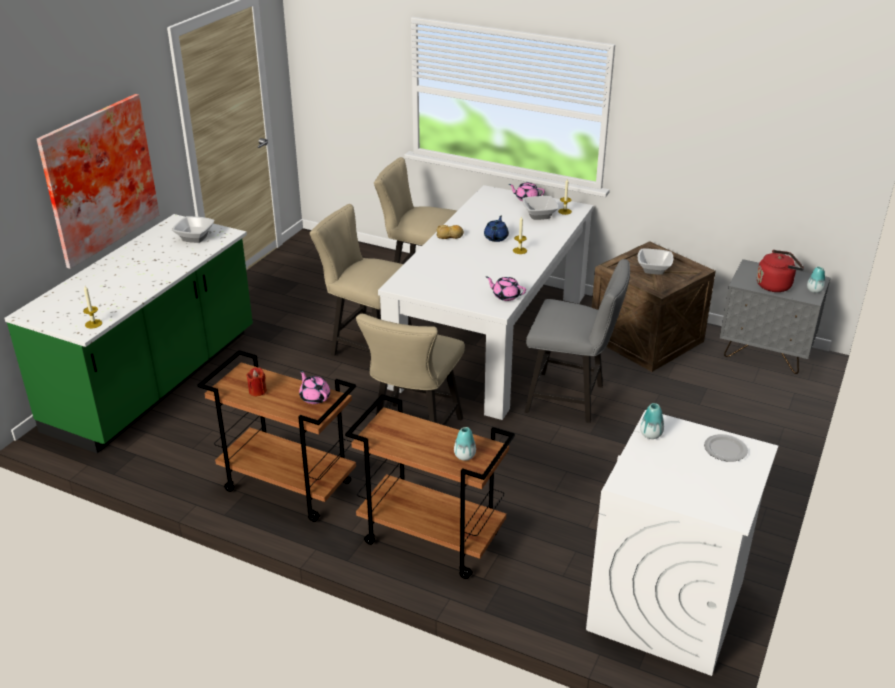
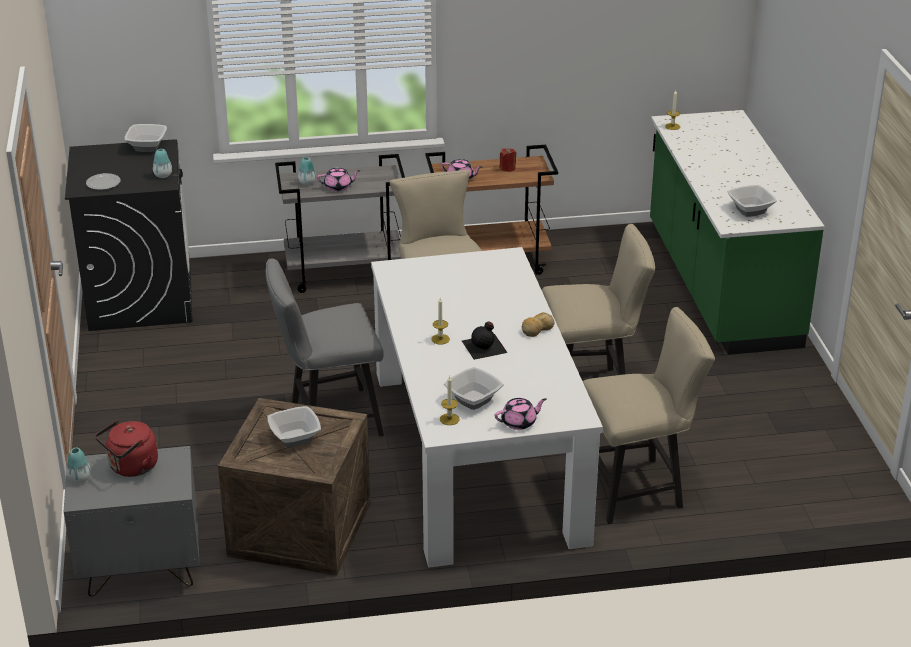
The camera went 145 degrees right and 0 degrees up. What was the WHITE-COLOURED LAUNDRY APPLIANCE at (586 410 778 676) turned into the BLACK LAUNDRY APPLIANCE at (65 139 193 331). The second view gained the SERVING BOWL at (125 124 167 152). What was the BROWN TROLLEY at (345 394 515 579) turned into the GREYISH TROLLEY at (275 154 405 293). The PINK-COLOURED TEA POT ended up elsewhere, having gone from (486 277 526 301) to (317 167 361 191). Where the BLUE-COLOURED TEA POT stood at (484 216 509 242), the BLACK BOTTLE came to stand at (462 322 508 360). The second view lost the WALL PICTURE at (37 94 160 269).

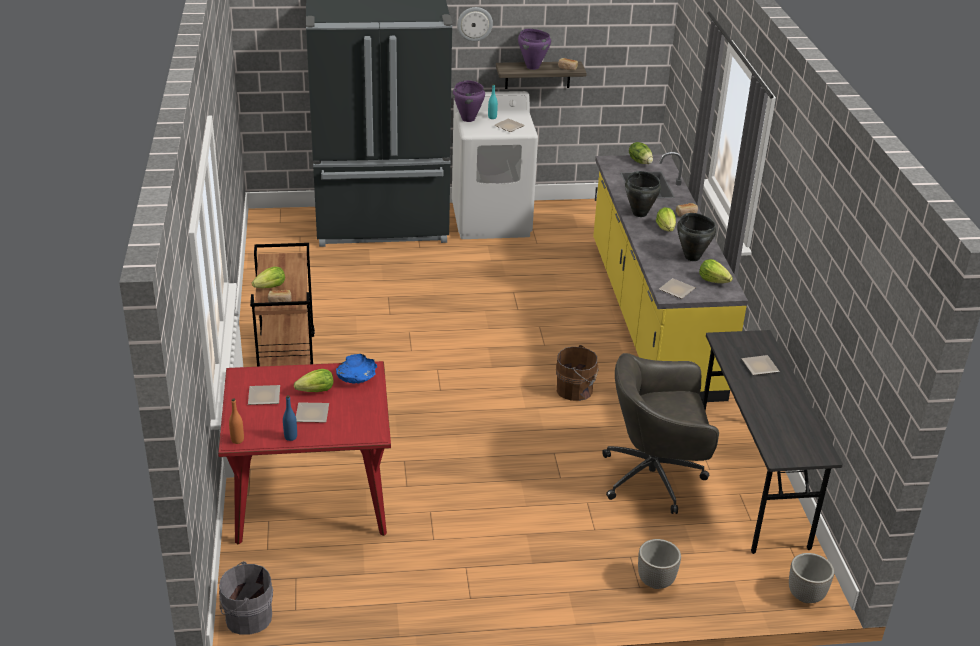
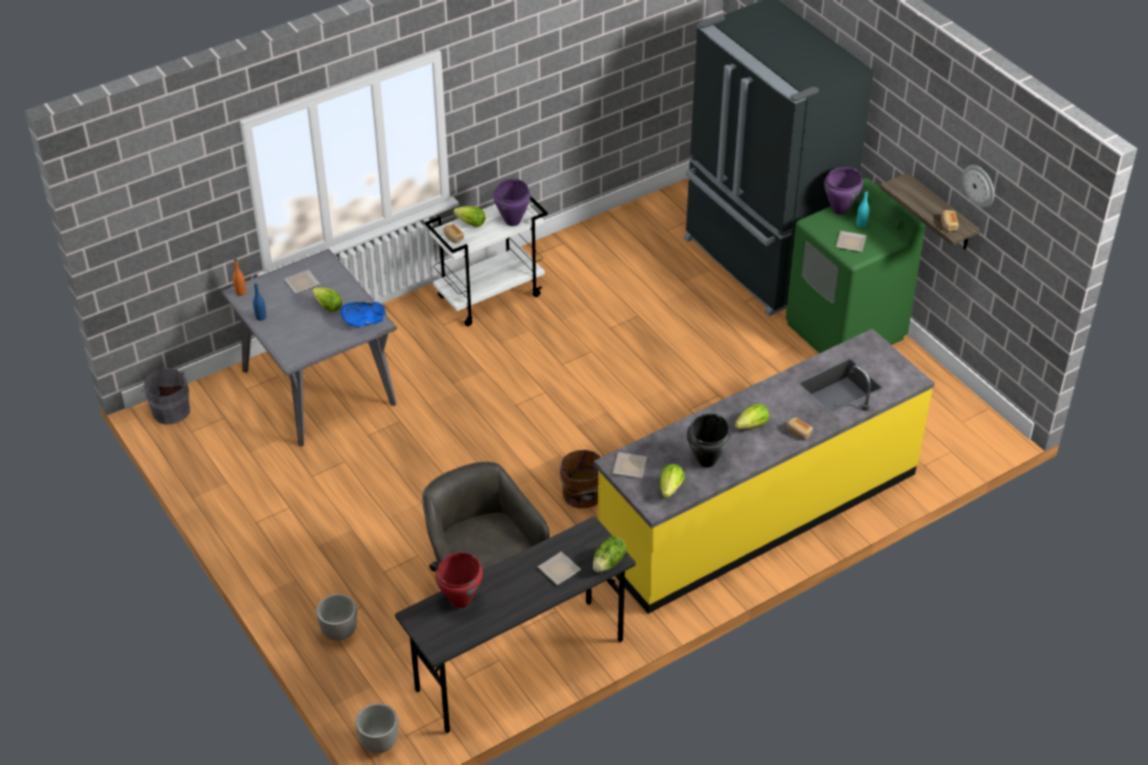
The camera went 65 degrees right and 10 degrees up. What was the REDDISH DINING TABLE at (218 361 391 544) turned into the GREYISH DINING TABLE at (222 249 397 446). What was the BROWN TROLLEY at (250 243 315 367) turned into the WHITE-COLOURED TROLLEY at (424 197 548 326). The second view gained the REDDISH STOCKPOT at (435 552 483 608). The PURPLISH STOCKPOT ended up elsewhere, having gone from (518 29 551 70) to (493 179 531 226). The HEAD OF LETTUCE ended up elsewhere, having gone from (629 142 653 164) to (593 536 626 572). What was the WHITE-COLOURED LAUNDRY APPLIANCE at (452 91 538 239) turned into the GREENISH LAUNDRY APPLIANCE at (786 178 925 353). The WALL CLOCK ended up elsewhere, having gone from (457 7 493 41) to (962 165 994 208). The second view lost the FLAT DISH at (296 402 329 423). The second view lost the BLACK STOCKPOT at (625 171 661 217).

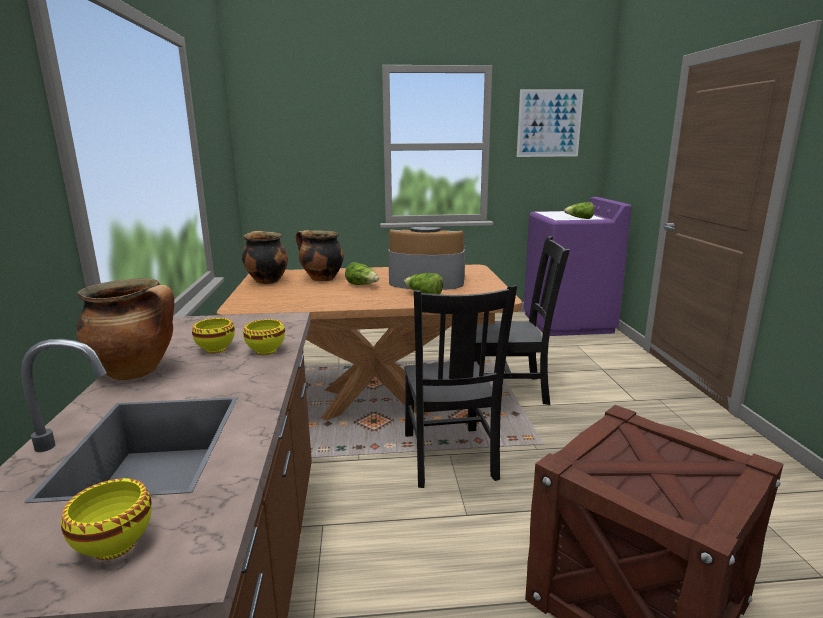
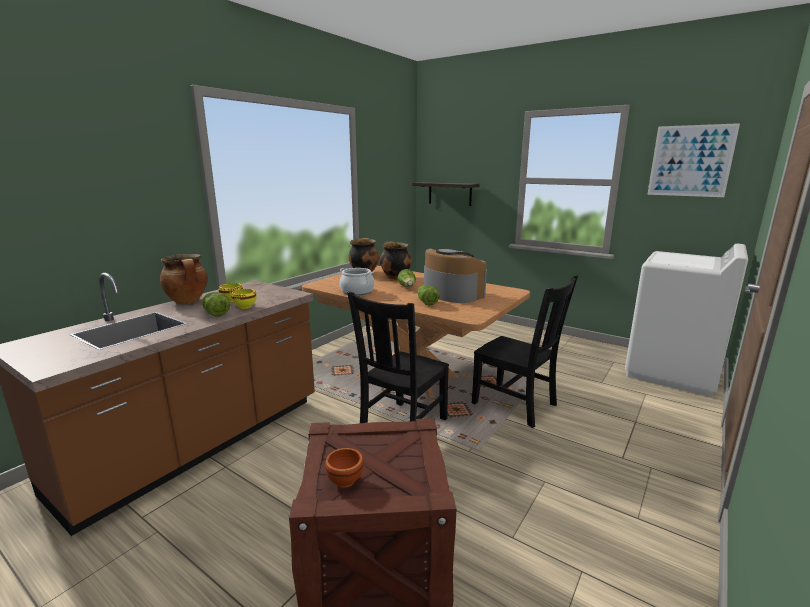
The camera went 40 degrees right and 0 degrees up. The HEAD OF LETTUCE ended up elsewhere, having gone from (564 202 594 219) to (202 292 230 317). The second view gained the BROWN SERVING BOWL at (325 448 364 488). The second view gained the STOCKPOT at (339 268 374 296). The second view gained the BRACKET SHELF at (412 182 480 206). What was the PURPLISH LAUNDRY APPLIANCE at (524 197 632 336) turned into the WHITE-COLOURED LAUNDRY APPLIANCE at (625 244 748 397). The second view lost the YELLOWISH SERVING BOWL at (61 478 152 560).

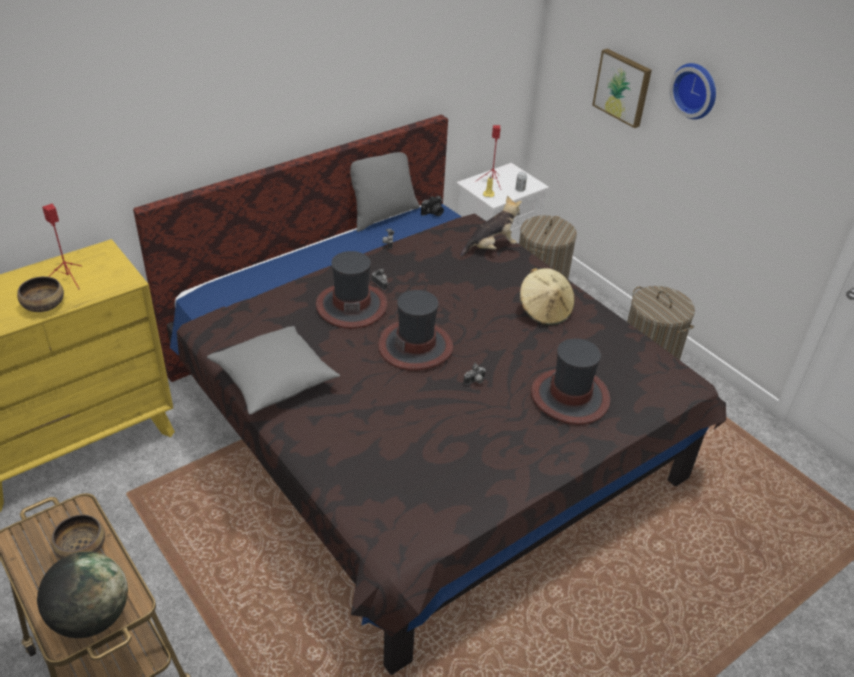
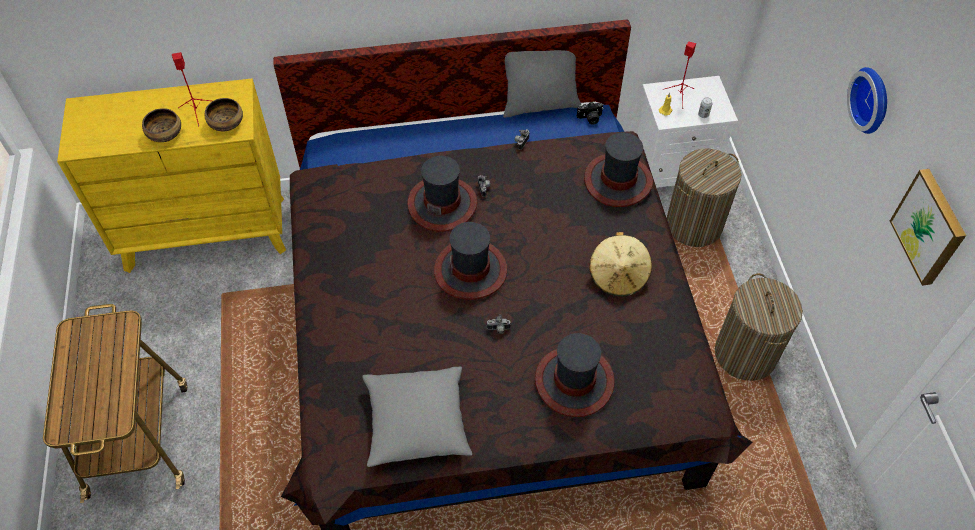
The camera went 30 degrees right and 15 degrees up. The SERVING BOWL ended up elsewhere, having gone from (51 514 105 559) to (205 98 243 131). The GREYISH CUSHION ended up elsewhere, having gone from (207 326 340 415) to (362 366 472 467). Where the CUDDLY TOY stood at (460 195 522 257), the HAT came to stand at (584 132 653 207). The WALL PICTURE ended up elsewhere, having gone from (592 49 652 128) to (890 169 966 286). The second view lost the GLOBE at (37 551 128 638).

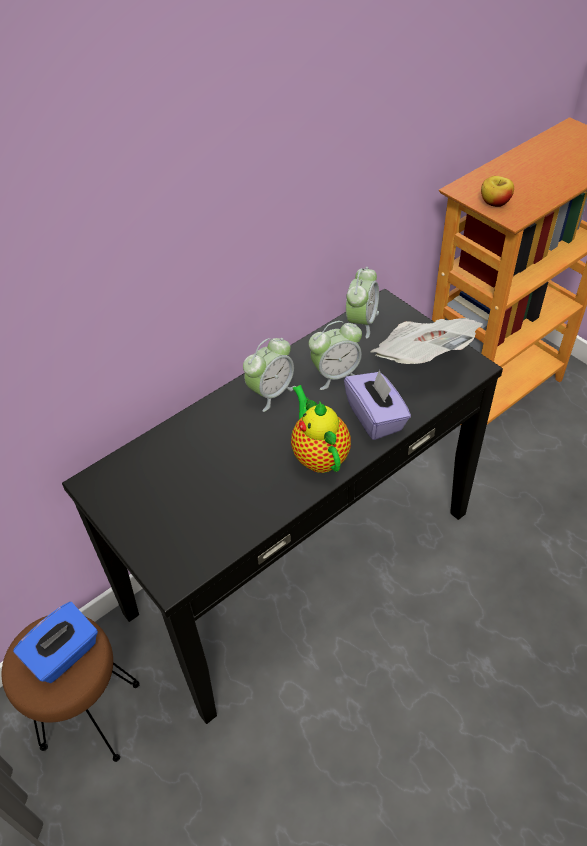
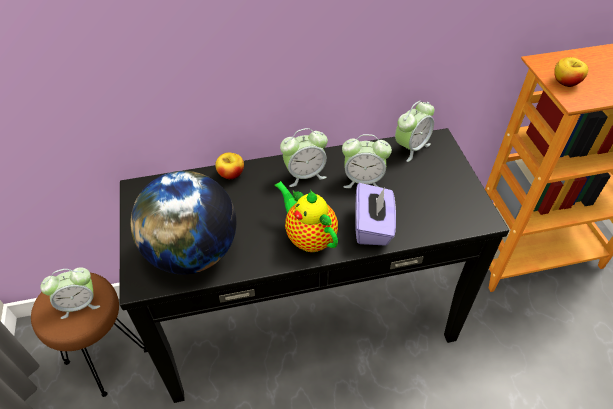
The camera went 25 degrees right and 0 degrees up. Where the BLUE-COLOURED TISSUE BOX stood at (13 602 98 683), the ALARM CLOCK came to stand at (40 267 100 319). The second view gained the GLOBE at (130 171 237 274). The second view gained the APPLE FRUIT at (215 153 244 179). The TEA POT at (291 385 351 473) ended up facing another way, 45 degrees counterclockwise from before. The second view lost the PRINTED PAPER at (371 318 483 364).

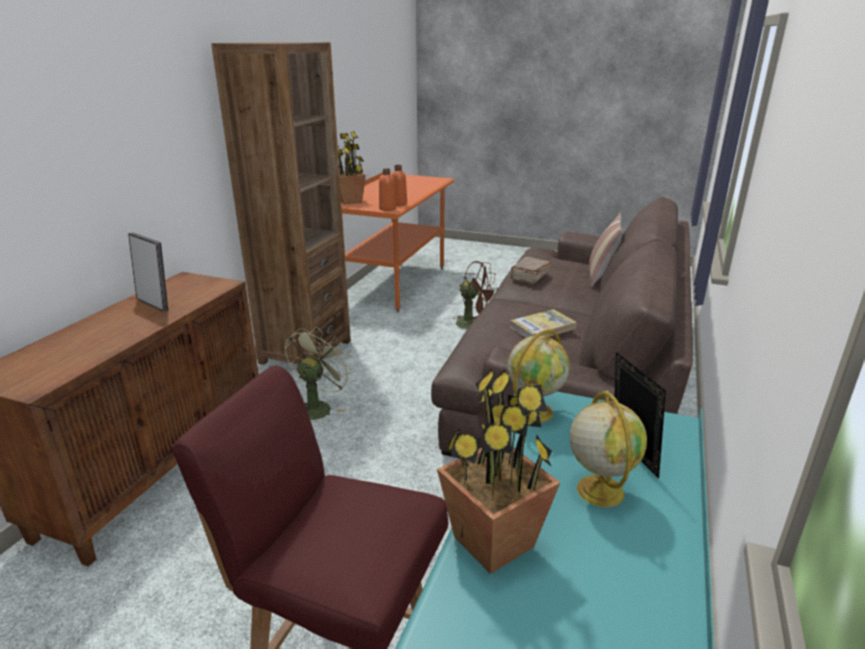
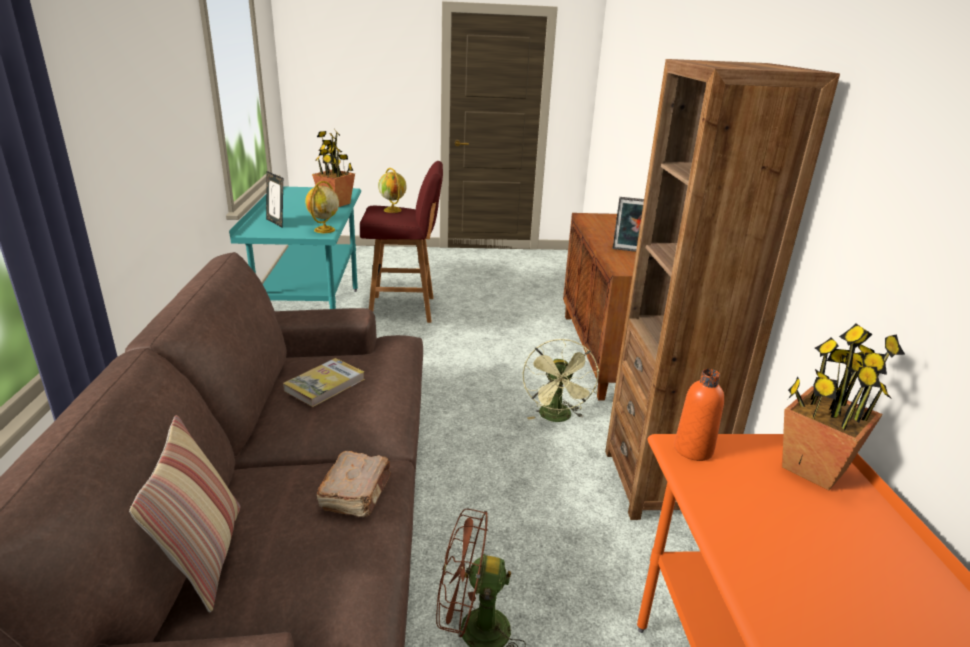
The camera went 155 degrees right and 0 degrees up. The GLOBE ended up elsewhere, having gone from (570 391 647 507) to (378 168 407 213). The second view lost the ORANGE BOTTLE at (392 165 407 206).

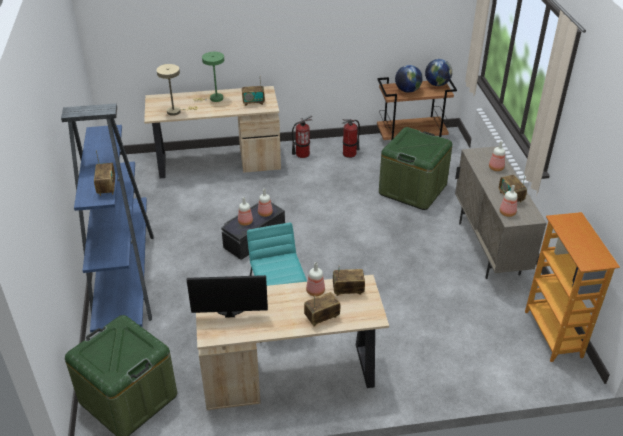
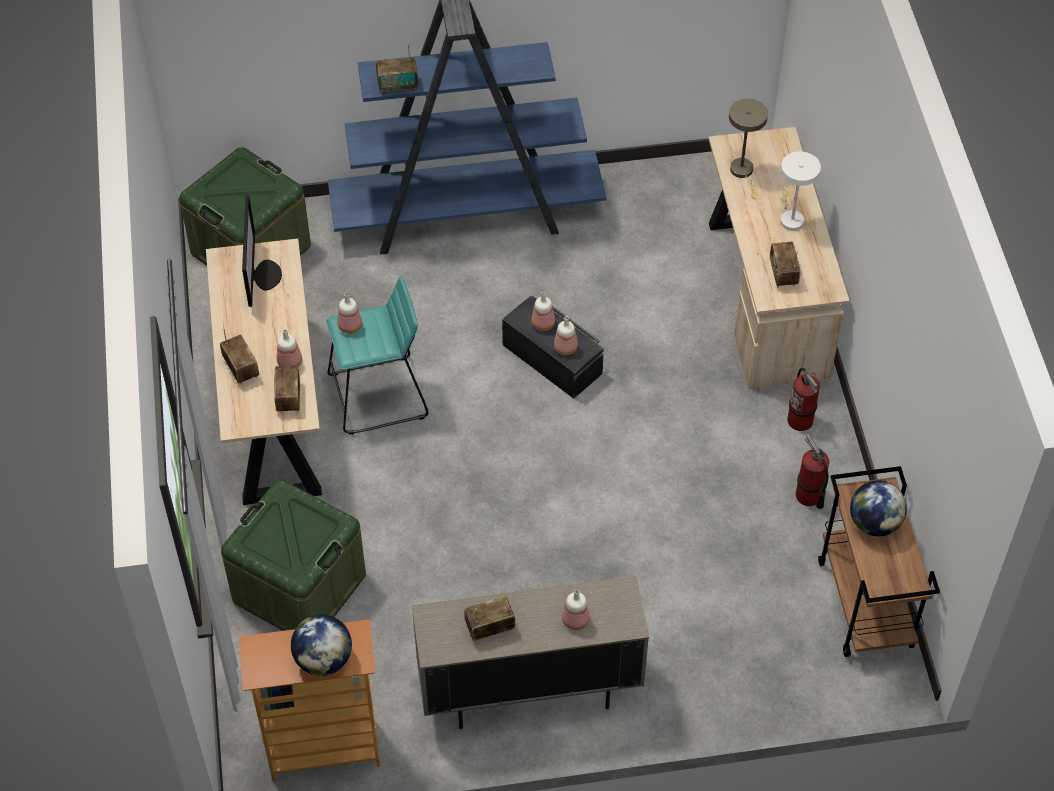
The camera went 90 degrees right and 15 degrees up. The GREENISH STORAGE CONTAINER ended up elsewhere, having gone from (379 127 453 210) to (221 480 366 631). The GLOBE ended up elsewhere, having gone from (425 59 452 86) to (291 614 352 676). The BOTTLE ended up elsewhere, having gone from (500 185 517 217) to (338 293 362 334). What was the GREENISH LAMP FOR A TABLE at (193 52 224 102) turned into the WHITE-COLOURED LAMP FOR A TABLE at (780 151 821 231).

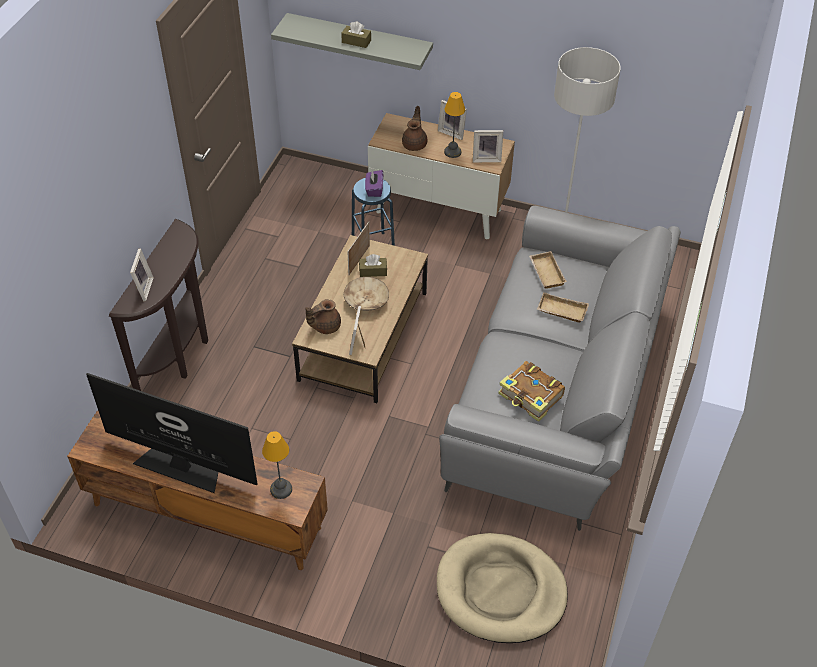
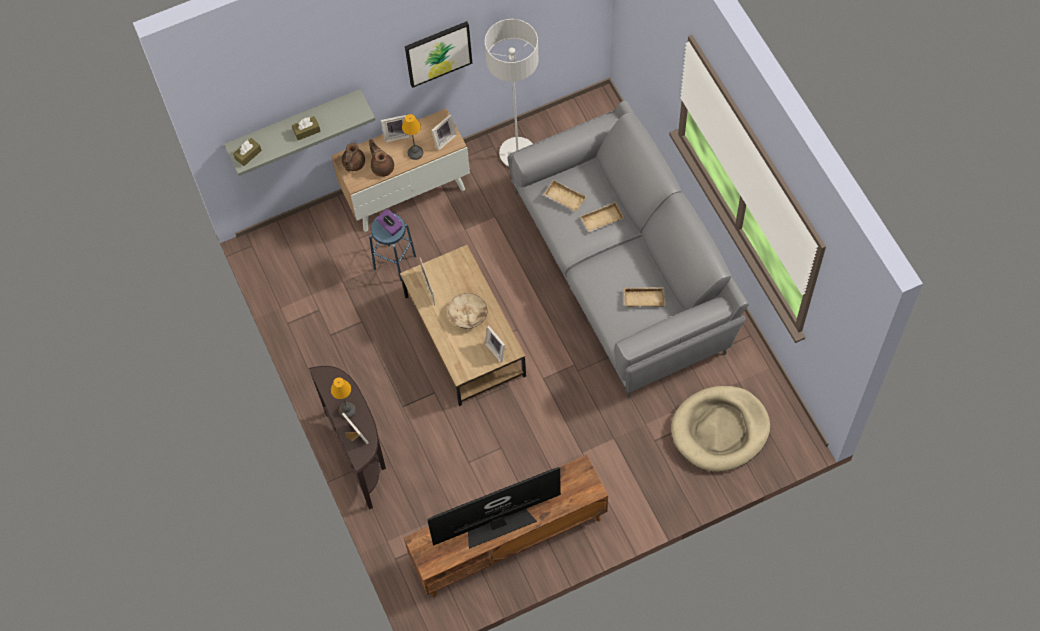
The camera went 40 degrees left and 15 degrees up. The BROWN TISSUE BOX ended up elsewhere, having gone from (359 254 387 277) to (233 138 262 166). The LAMP FOR A TABLE ended up elsewhere, having gone from (262 431 292 499) to (330 377 356 418). The BROWN TEA POT ended up elsewhere, having gone from (306 299 341 334) to (342 143 365 171). The second view gained the WALL PICTURE at (405 21 472 88). Where the VOLUME stood at (498 361 565 422), the BEIGE SERVING TRAY came to stand at (624 287 665 307).

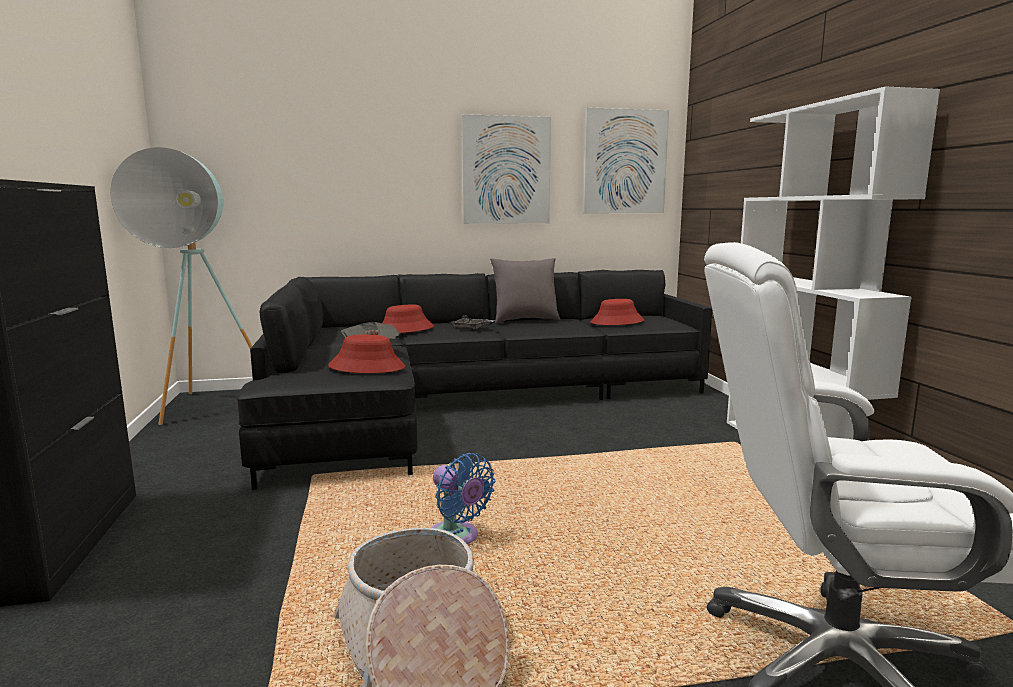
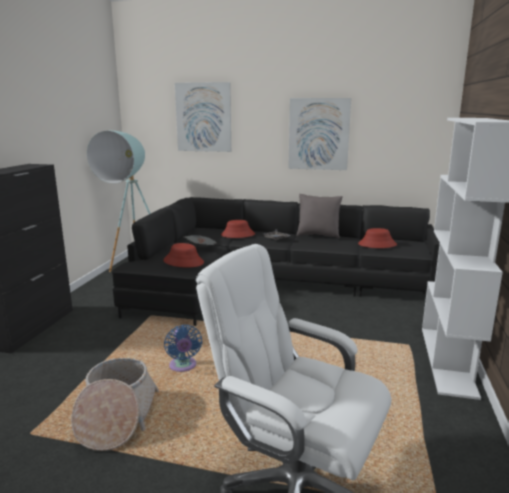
The camera went 25 degrees right and 5 degrees up. The WALL PICTURE ended up elsewhere, having gone from (583 107 669 213) to (175 82 231 152).

